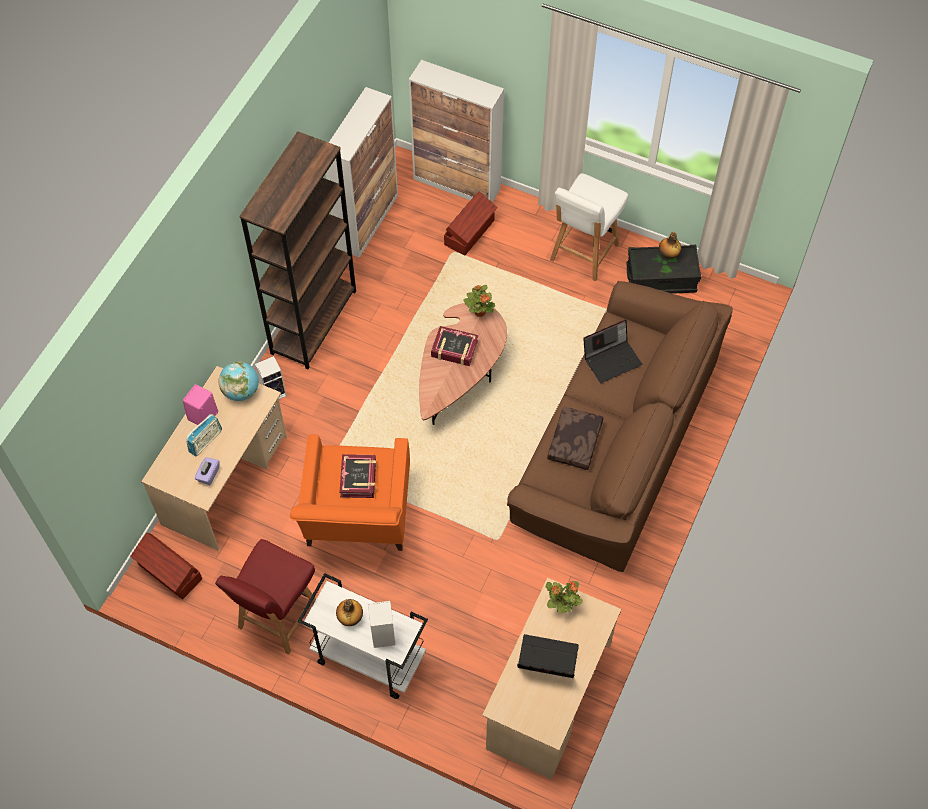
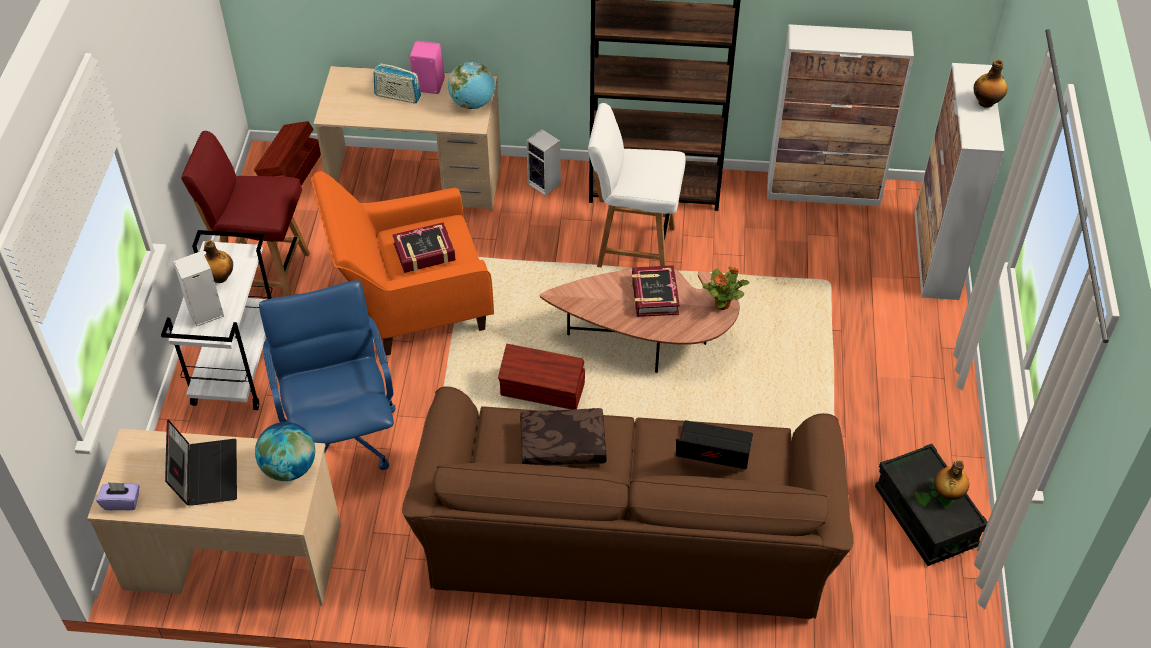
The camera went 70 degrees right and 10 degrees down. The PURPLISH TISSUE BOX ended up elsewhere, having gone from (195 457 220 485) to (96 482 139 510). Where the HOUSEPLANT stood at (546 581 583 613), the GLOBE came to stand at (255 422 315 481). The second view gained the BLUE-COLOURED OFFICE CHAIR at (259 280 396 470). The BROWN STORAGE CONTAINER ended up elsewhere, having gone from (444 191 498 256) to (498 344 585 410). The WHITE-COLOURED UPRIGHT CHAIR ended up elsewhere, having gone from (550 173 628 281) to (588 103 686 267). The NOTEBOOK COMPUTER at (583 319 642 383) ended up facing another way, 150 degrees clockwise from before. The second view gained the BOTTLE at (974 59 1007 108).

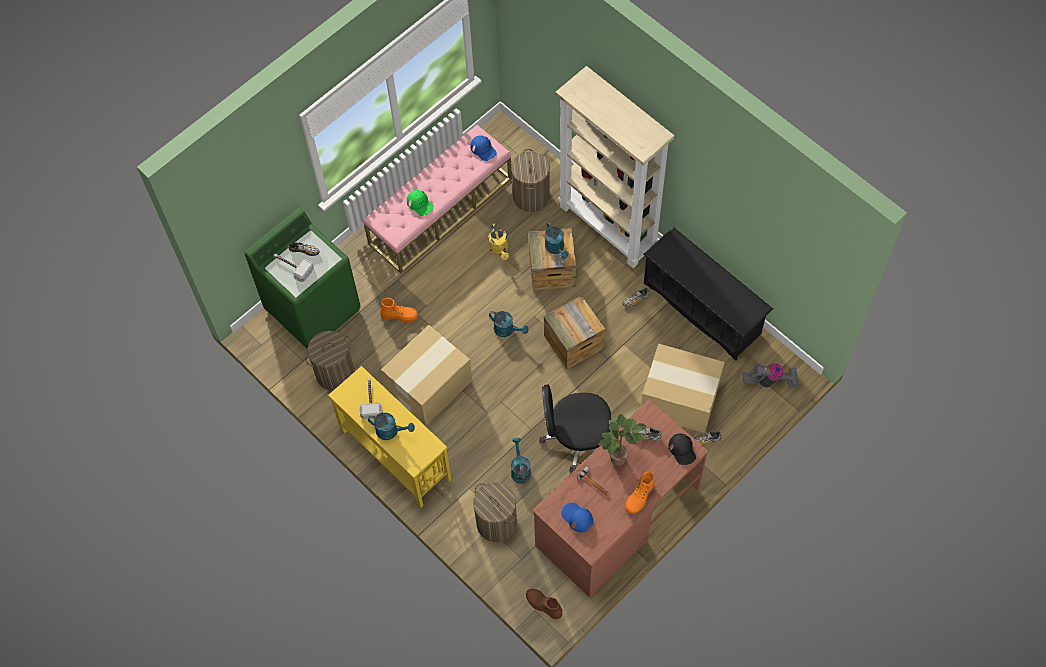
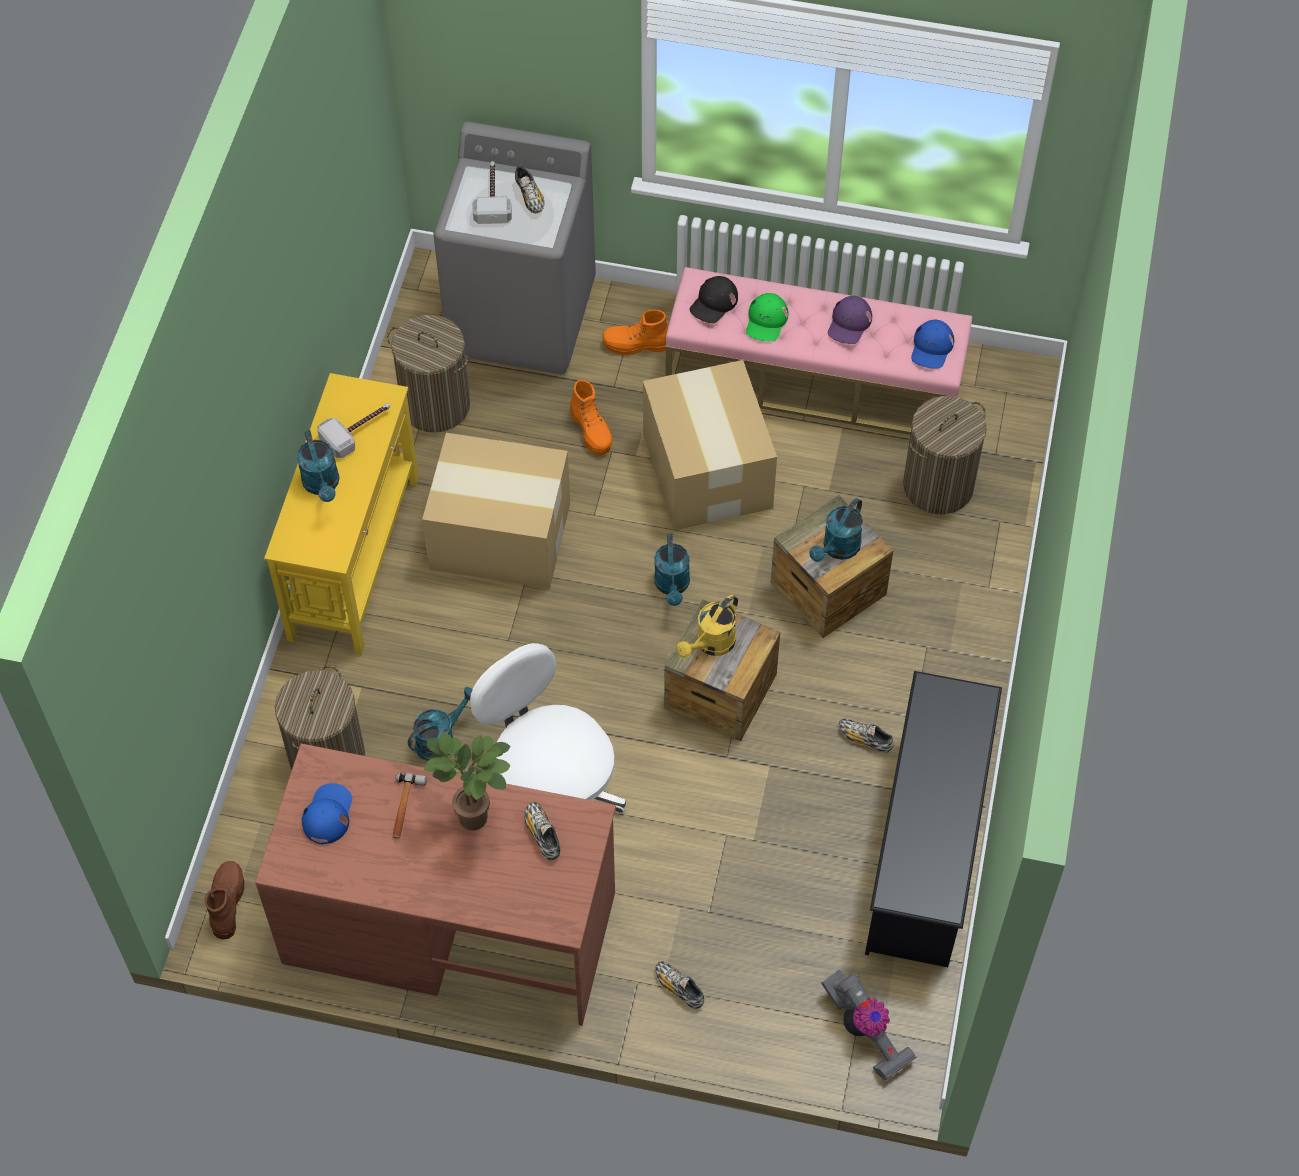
The camera went 55 degrees right and 5 degrees down. What was the GREENISH LAUNDRY APPLIANCE at (245 208 360 349) turned into the GREYISH LAUNDRY APPLIANCE at (434 122 596 374). What was the BLACK OFFICE CHAIR at (540 384 611 473) turned into the WHITE-COLOURED OFFICE CHAIR at (470 643 627 813). The ORANGE BOOT ended up elsewhere, having gone from (626 471 654 514) to (602 310 668 355). The PACKING BOX ended up elsewhere, having gone from (641 344 725 433) to (643 360 777 530). The YELLOWISH WATERING POT ended up elsewhere, having gone from (489 224 509 260) to (677 595 738 658). The BLACK BASEBALL CAP ended up elsewhere, having gone from (669 433 696 465) to (690 276 738 323). The second view gained the PURPLISH BASEBALL CAP at (828 296 872 344). The second view lost the BEIGE BOOKCASE at (556 66 674 268).

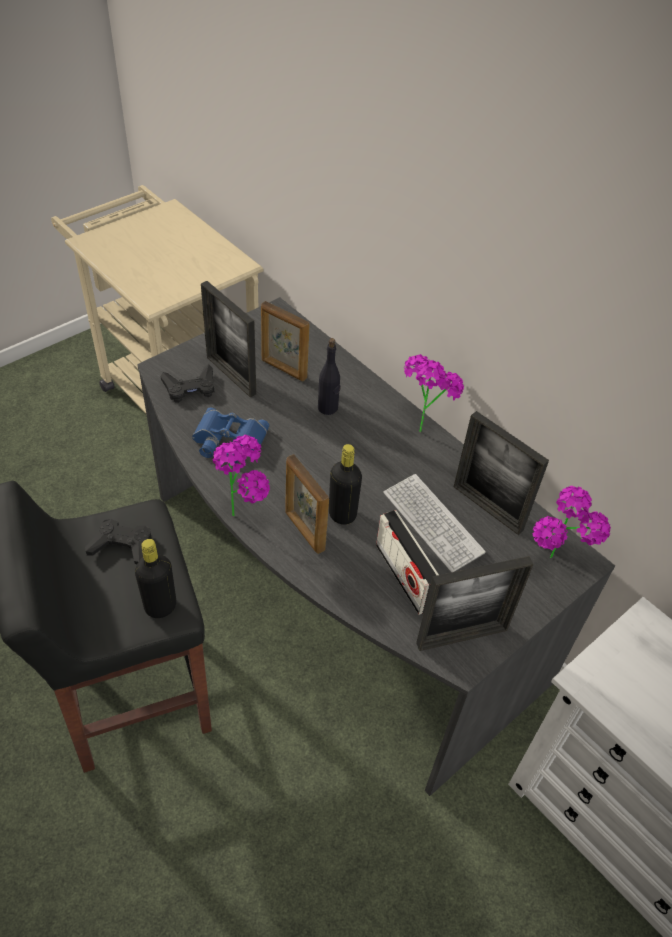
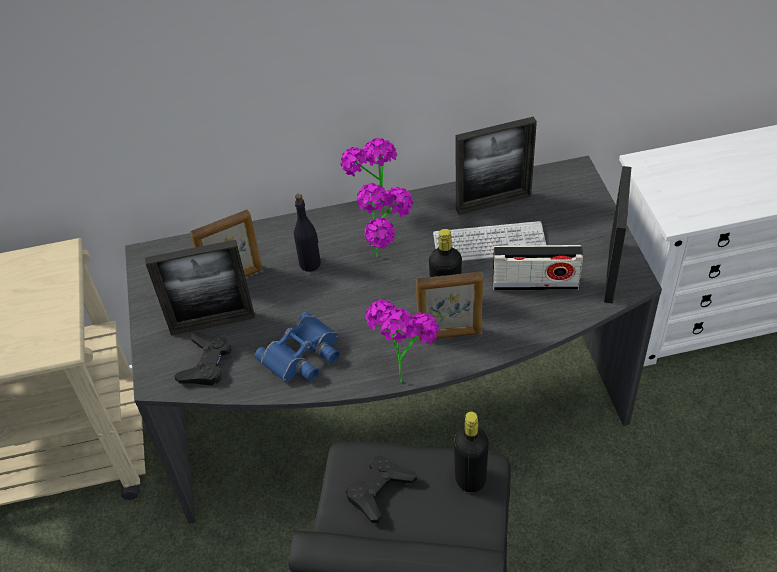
The camera went 55 degrees left and 0 degrees up. The HOUSEPLANT ended up elsewhere, having gone from (533 486 611 558) to (357 183 413 258).

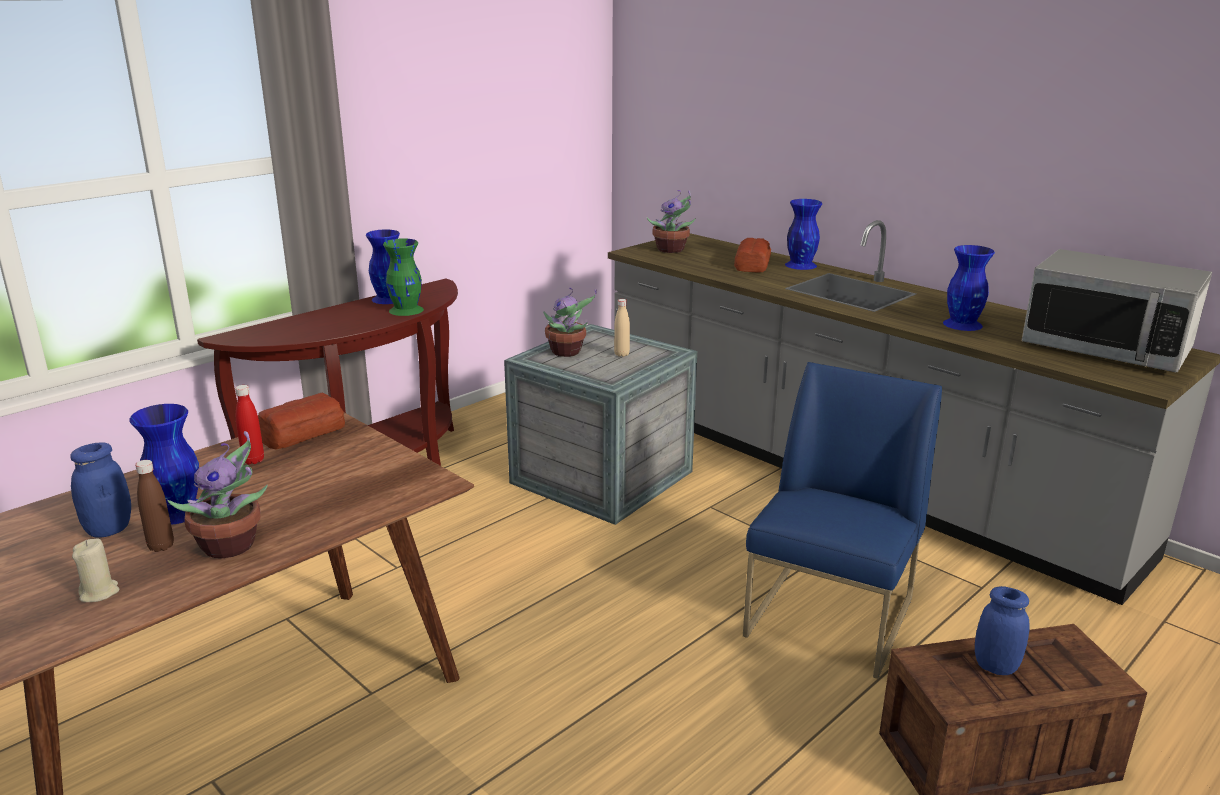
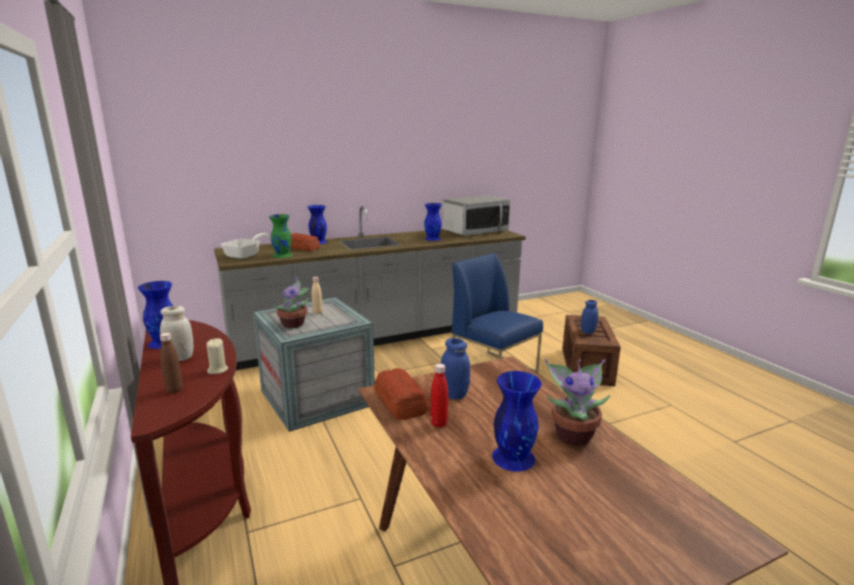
The camera went 70 degrees left and 5 degrees down. The second view gained the WHITE-COLOURED STORAGE JAR at (160 306 193 361). The BROWN BOTTLE ended up elsewhere, having gone from (135 460 174 552) to (160 333 183 393). The BEIGE CANDLE ended up elsewhere, having gone from (72 539 120 602) to (206 338 228 374). Where the HOUSEPLANT stood at (647 190 696 253), the FRYING PAN came to stand at (221 233 268 259). The GREENISH DECORATIVE VASE ended up elsewhere, having gone from (383 238 424 316) to (269 214 293 258). The BLUE-COLOURED STORAGE JAR ended up elsewhere, having gone from (70 442 131 538) to (441 338 470 399).

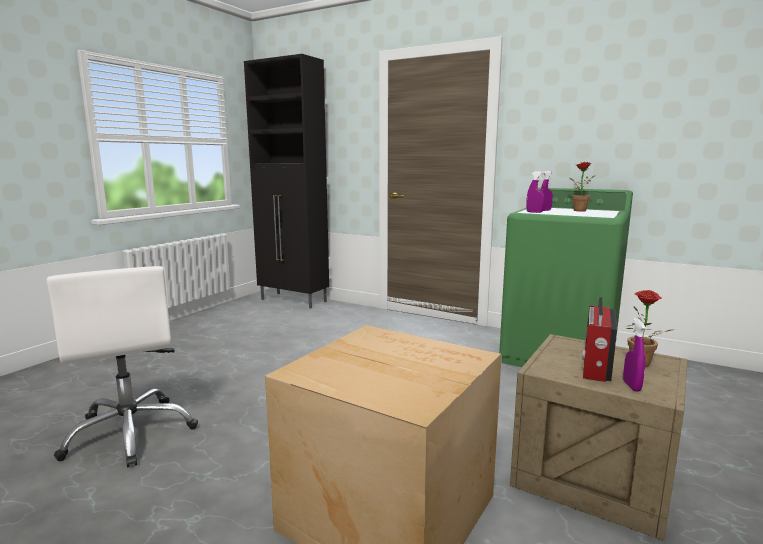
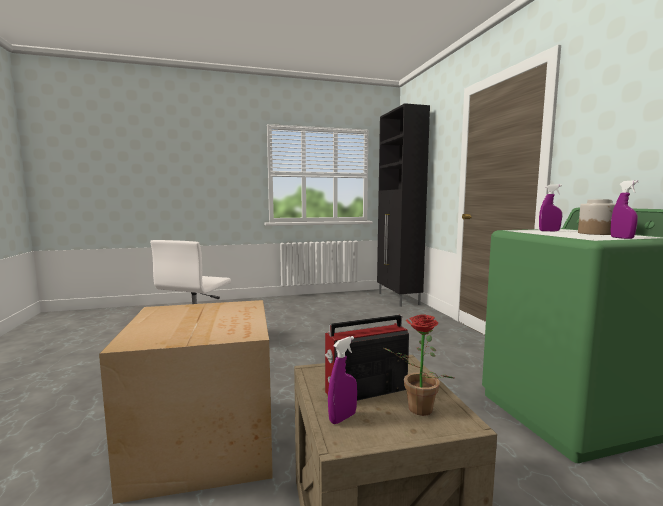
The camera went 45 degrees right and 5 degrees down. Where the HOUSEPLANT stood at (570 162 595 211), the STORAGE JAR came to stand at (578 199 615 235). The PURPLISH SPRAY BOTTLE ended up elsewhere, having gone from (526 171 545 213) to (610 180 639 239).

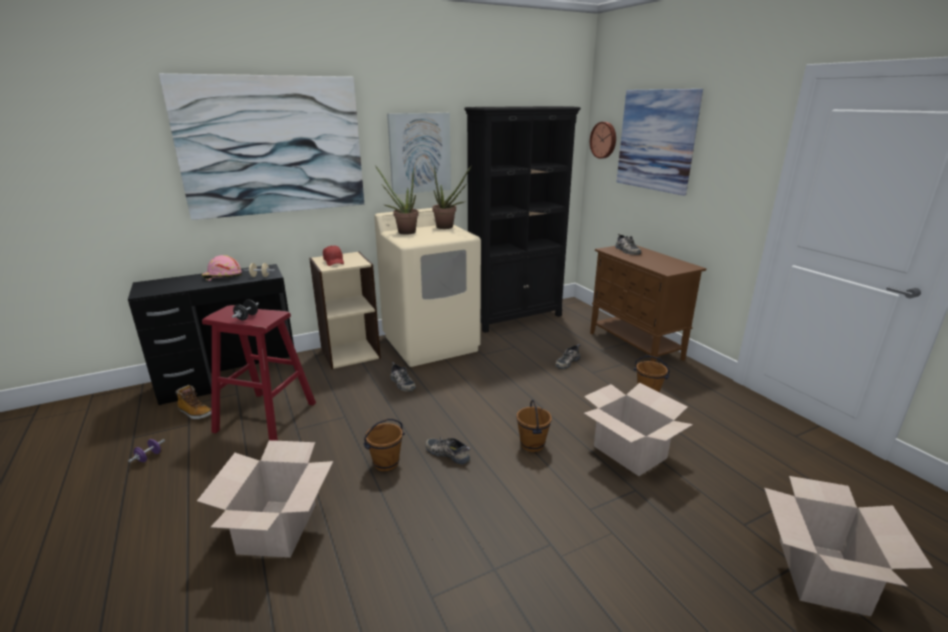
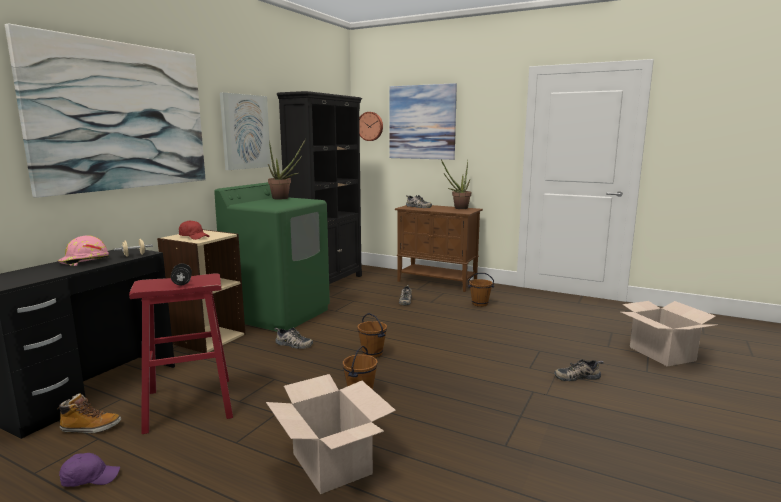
The camera went 35 degrees left and 10 degrees down. Where the PURPLISH FREE WEIGHT stood at (128 439 165 462), the PURPLISH BASEBALL CAP came to stand at (59 453 120 487). What was the BEIGE LAUNDRY APPLIANCE at (374 208 481 367) turned into the GREENISH LAUNDRY APPLIANCE at (214 182 330 332). The BROWN PAIL ended up elsewhere, having gone from (517 400 552 452) to (357 313 387 358). The HOUSEPLANT ended up elsewhere, having gone from (375 165 419 235) to (441 159 471 209). The ITEM OF FOOTWEAR ended up elsewhere, having gone from (425 437 470 465) to (554 359 604 381). The second view lost the PACKING BOX at (584 383 693 476).

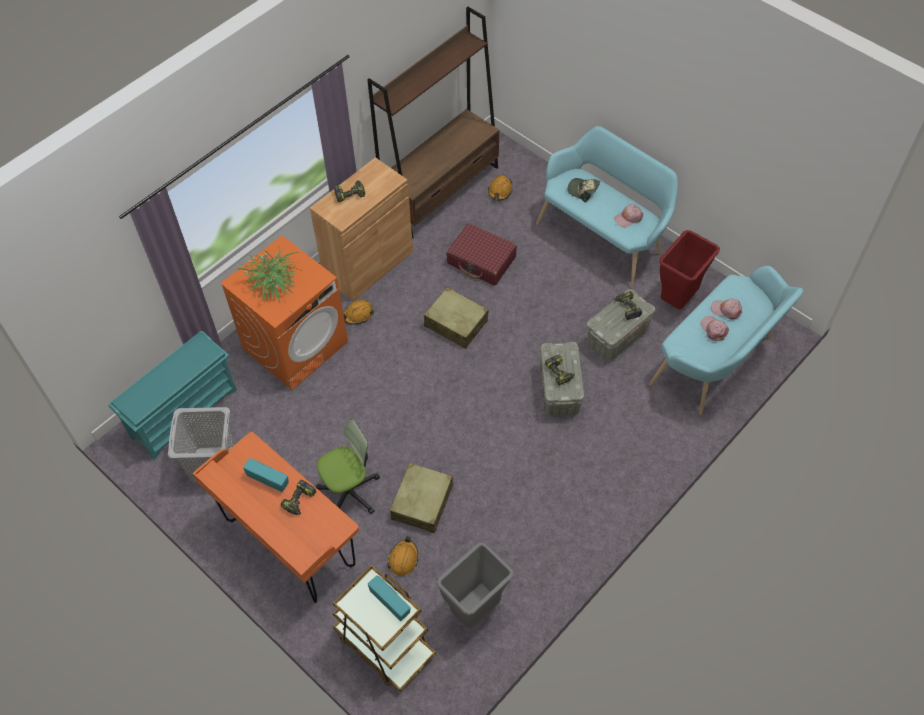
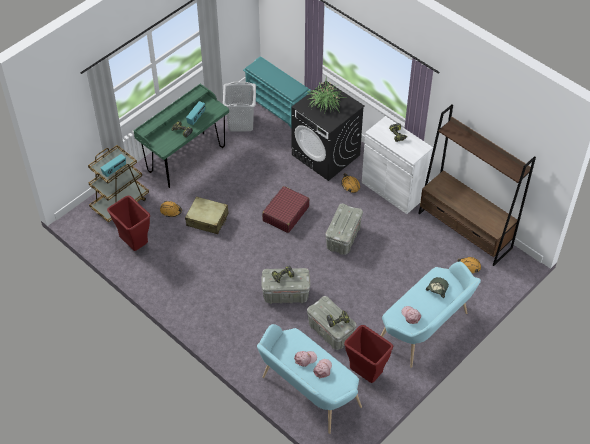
The camera went 90 degrees right and 5 degrees down. What was the GREYISH TRASH CAN at (437 542 514 629) turned into the REDDISH TRASH CAN at (107 195 150 251). What was the ORANGE DESK TABLE at (193 432 359 603) turned into the GREENISH DESK TABLE at (134 84 229 188). The REDDISH TRAVEL CASE ended up elsewhere, having gone from (446 223 517 286) to (262 186 309 233). What was the ORANGE LAUNDRY APPLIANCE at (220 235 348 390) turned into the BLACK LAUNDRY APPLIANCE at (291 81 364 181). Where the BEIGE TRAVEL CASE stood at (424 287 489 349), the GREYISH STORAGE CONTAINER came to stand at (325 204 363 255). What was the BROWN STORAGE CABINET at (310 157 413 301) turned into the WHITE-COLOURED STORAGE CABINET at (362 116 433 214). The second view lost the OFFICE CHAIR at (316 419 380 514).

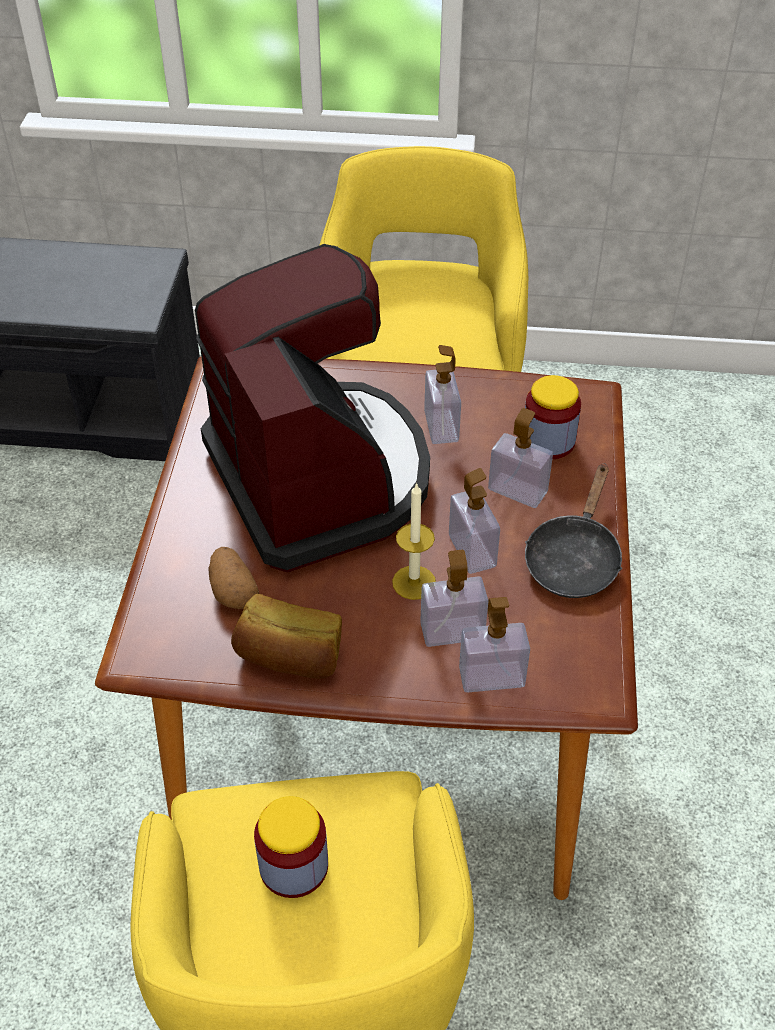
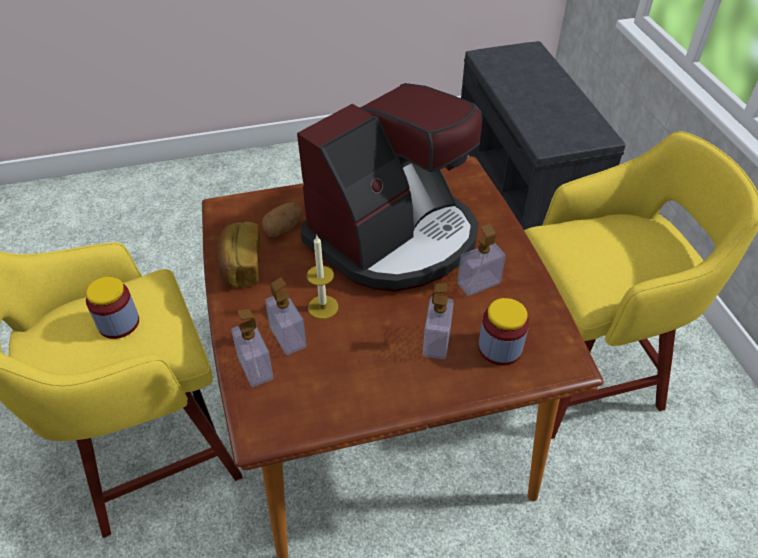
The camera went 70 degrees right and 0 degrees up. The second view lost the SOAP BOTTLE at (449 468 500 574). The second view lost the BLACK FRYING PAN at (525 463 622 598).

